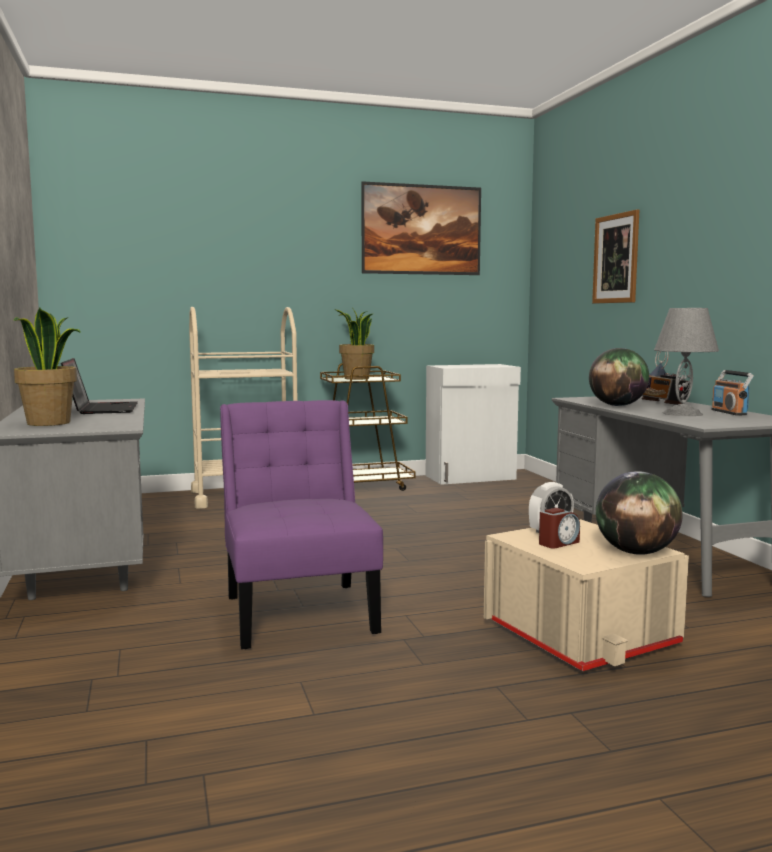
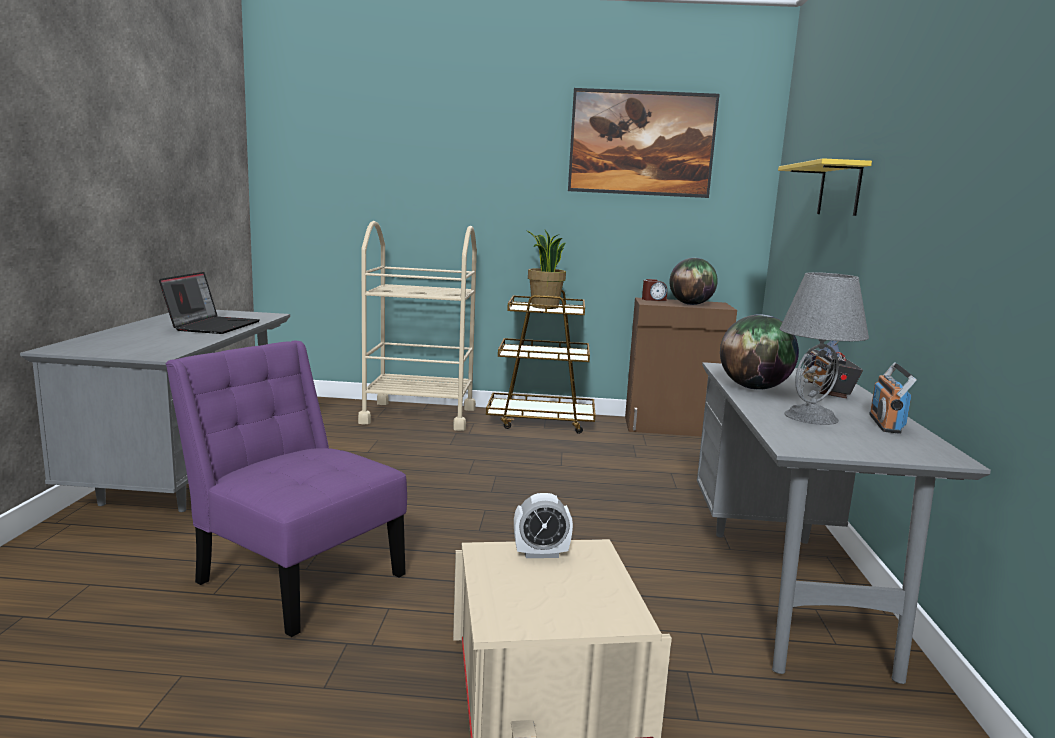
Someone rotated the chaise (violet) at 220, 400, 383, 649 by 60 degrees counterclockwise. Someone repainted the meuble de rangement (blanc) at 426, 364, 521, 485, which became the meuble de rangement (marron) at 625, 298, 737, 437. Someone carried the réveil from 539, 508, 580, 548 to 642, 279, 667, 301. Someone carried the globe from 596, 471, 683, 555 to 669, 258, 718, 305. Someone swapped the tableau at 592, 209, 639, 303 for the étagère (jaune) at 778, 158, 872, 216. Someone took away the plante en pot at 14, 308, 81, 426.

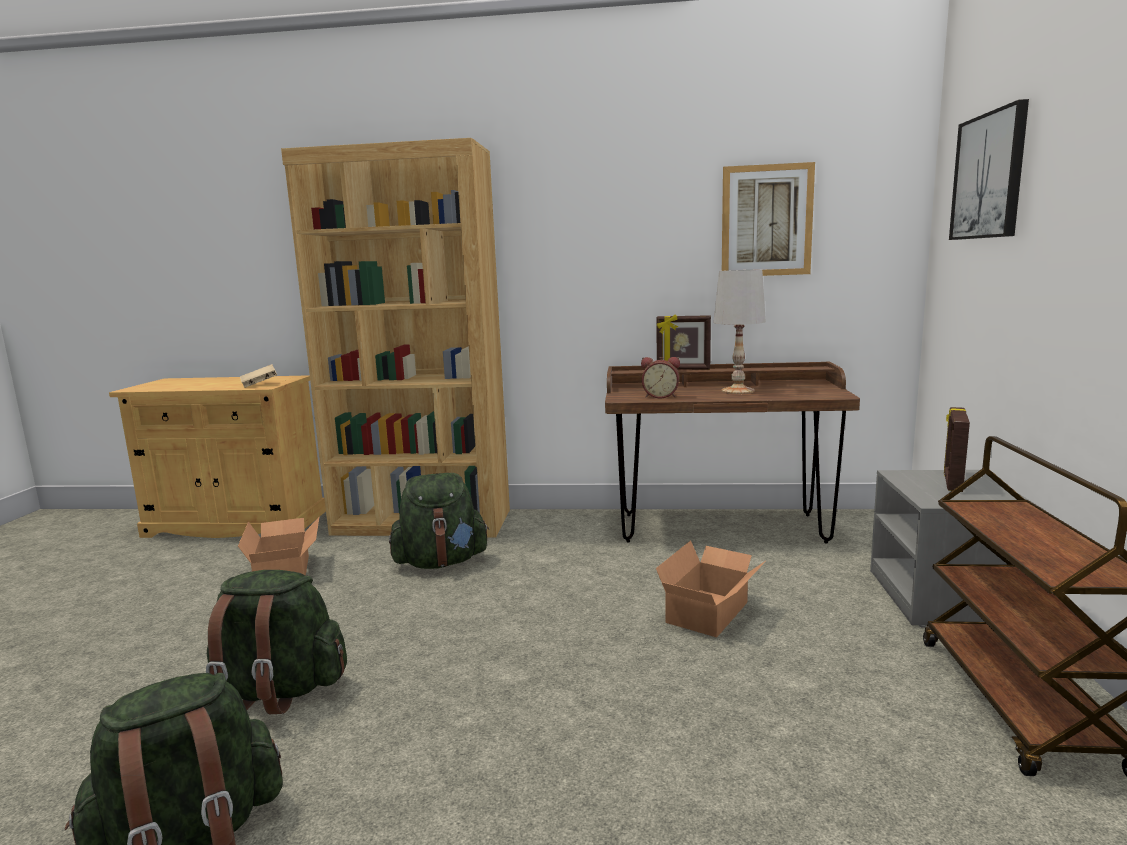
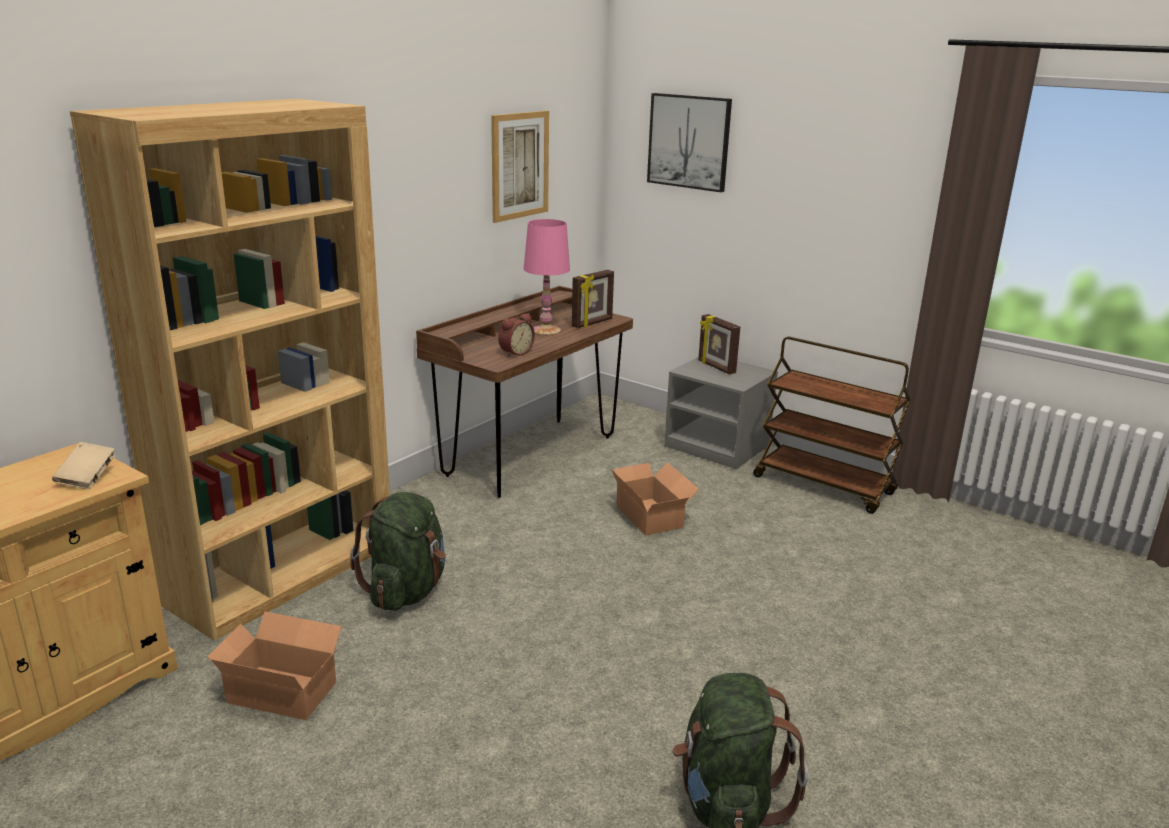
Someone repainted the lampe de table (blanc) at 714, 270, 766, 394, which became the lampe de table (rose) at 524, 219, 570, 336. Someone carried the cadre photo from 656, 315, 711, 370 to 572, 270, 614, 328. Someone took away the sac à dos (vert) at 206, 570, 347, 714.

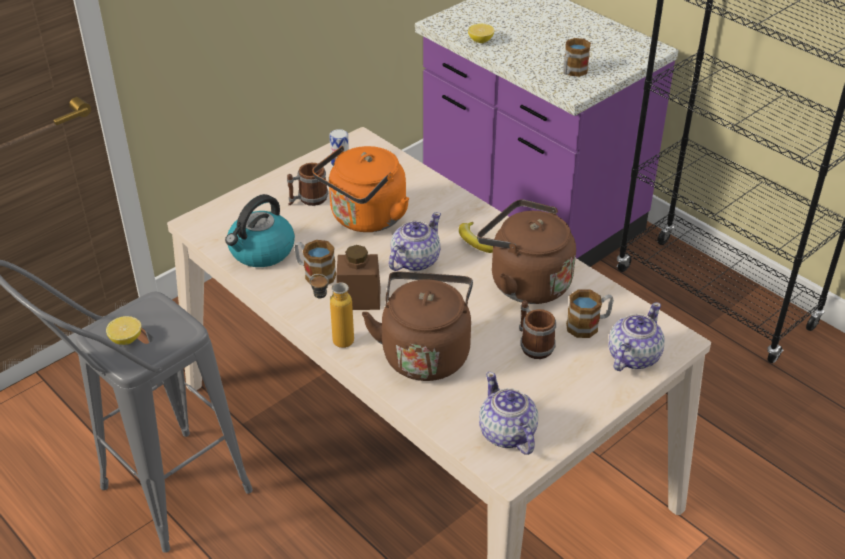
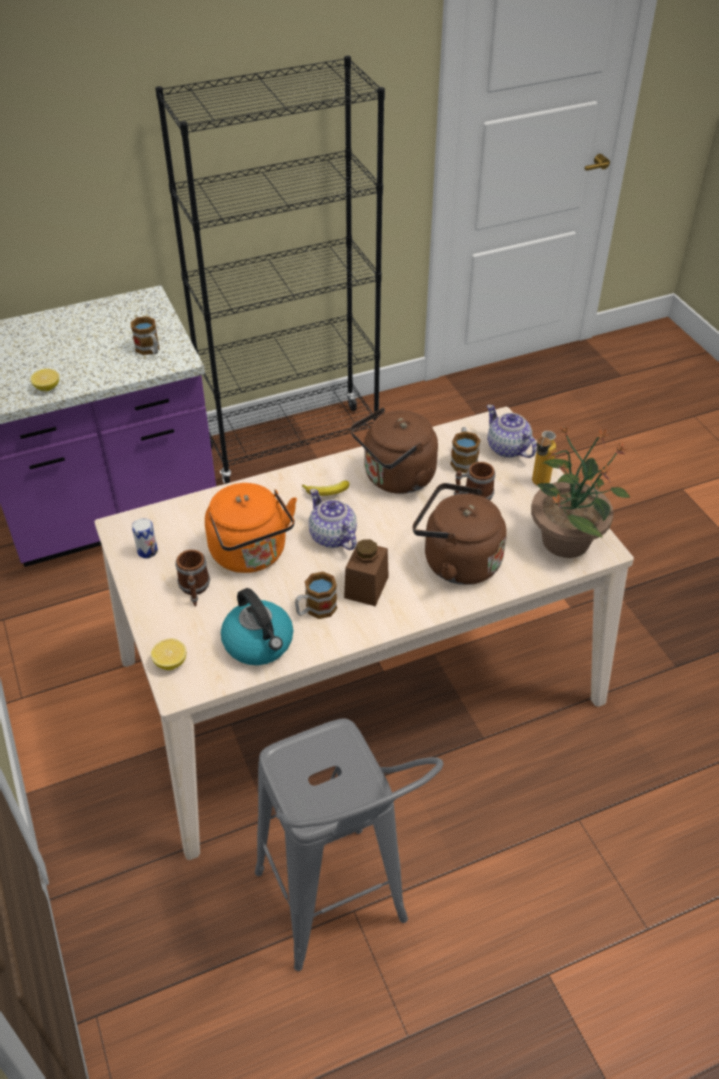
Someone carried the citron from 106, 316, 141, 345 to 151, 639, 186, 670. Someone swapped the théière at 479, 372, 538, 455 for the plante en pot at 531, 426, 630, 558. Someone carried the bouteille from 310, 274, 354, 348 to 532, 431, 556, 486.

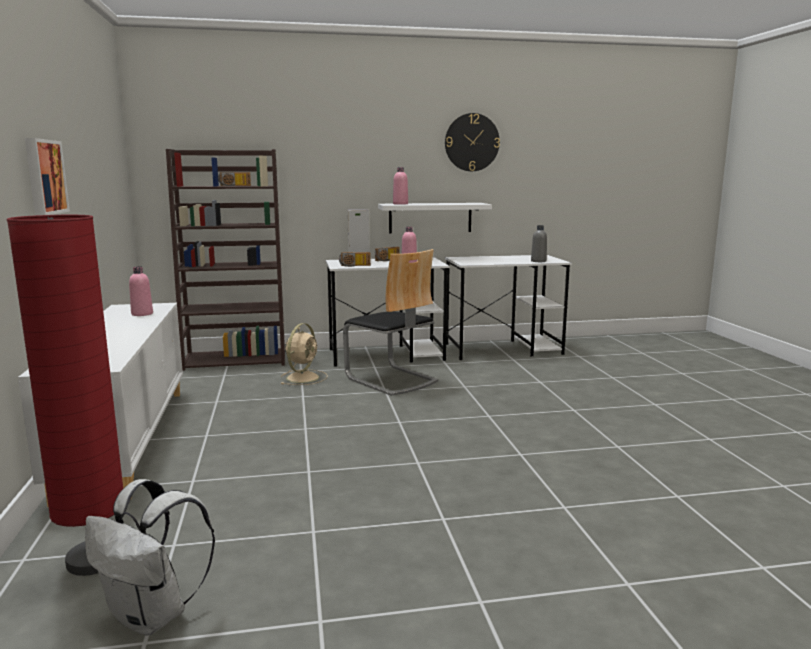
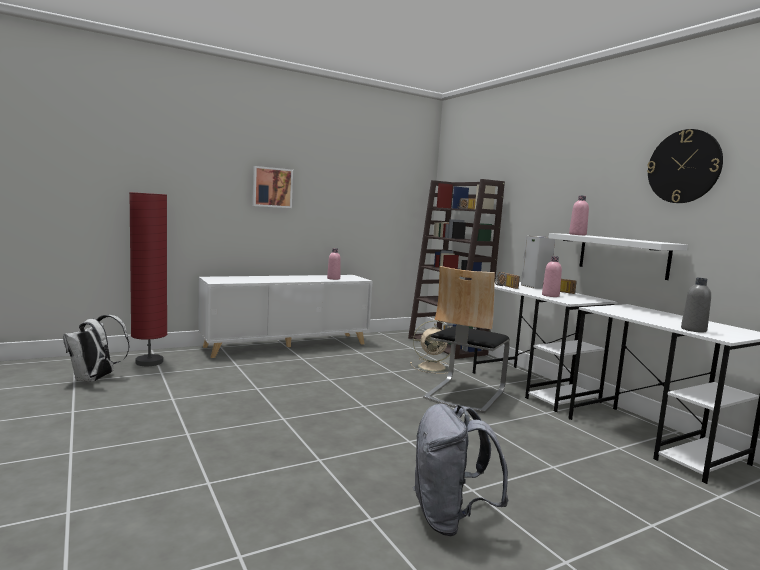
Someone put down the sac à dos (gris) at 413, 403, 508, 536.

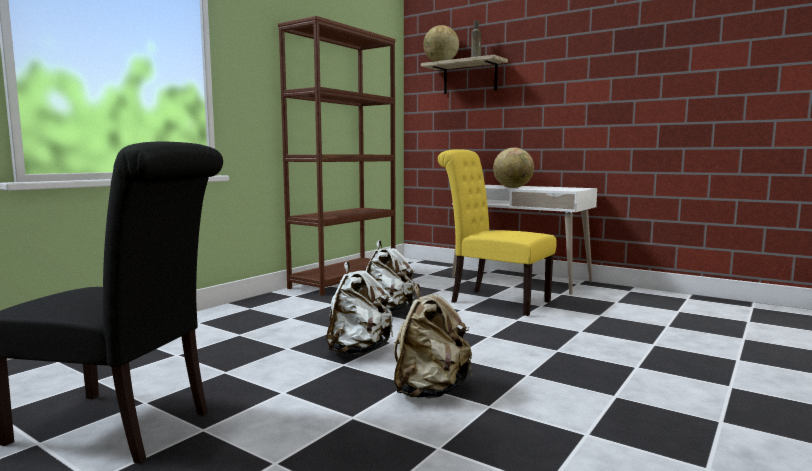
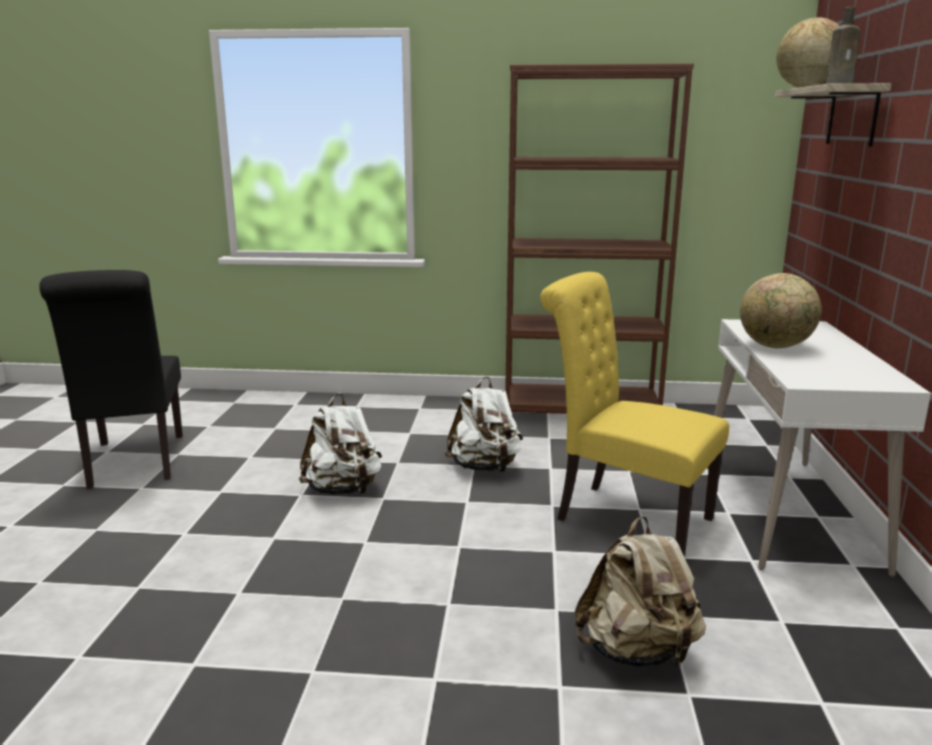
Someone rotated the chaise (jaune) at 438, 149, 557, 316 by 60 degrees counterclockwise. Someone carried the sac à dos (beige) from 394, 284, 472, 399 to 575, 516, 706, 667.

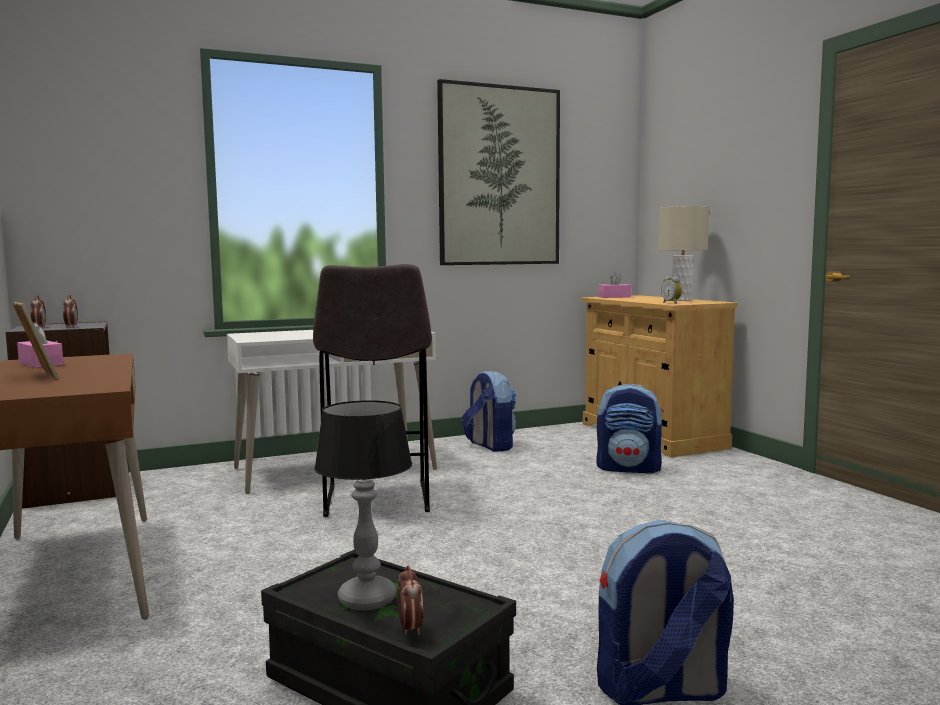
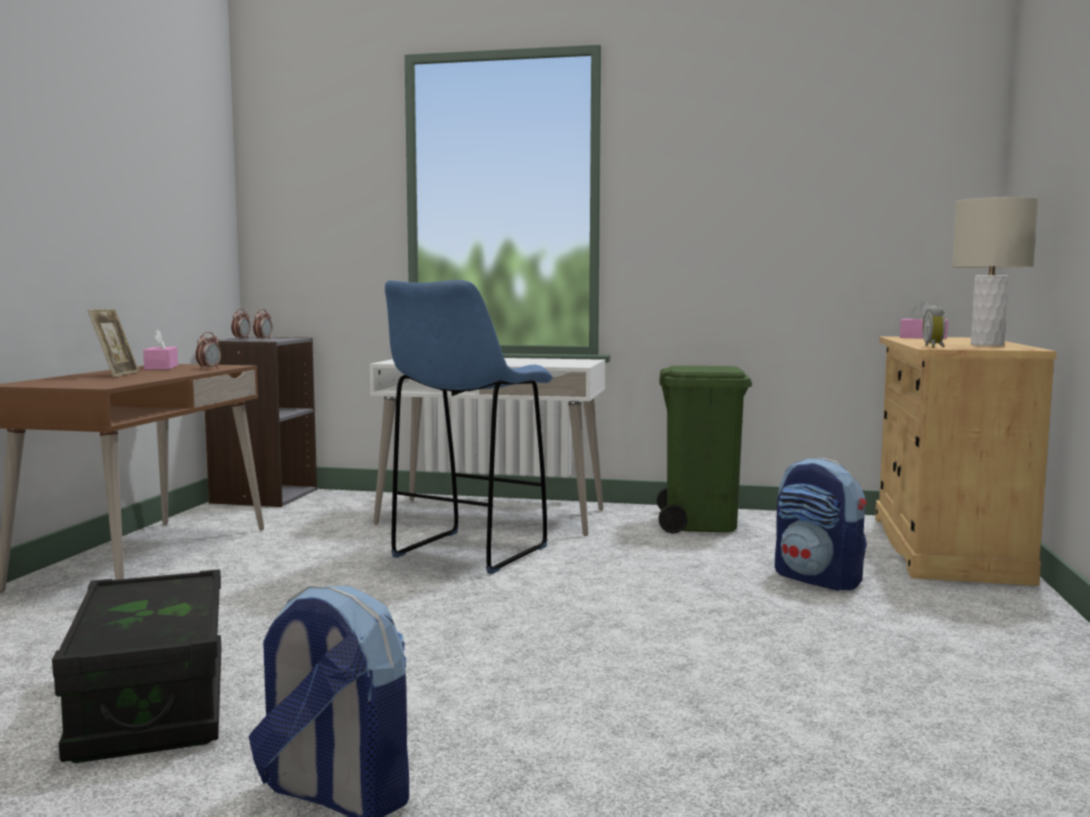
Someone carried the réveil from 397, 565, 424, 635 to 195, 332, 221, 369. Someone repainted the tabouret (gris) at 313, 264, 432, 517, which became the tabouret (bleu) at 385, 280, 553, 574. Someone swapped the sac à dos at 461, 370, 516, 452 for the poubelle (vert) at 657, 366, 752, 534. Someone took away the lampe de table at 314, 400, 412, 610. Someone took away the tableau at 437, 79, 560, 265.

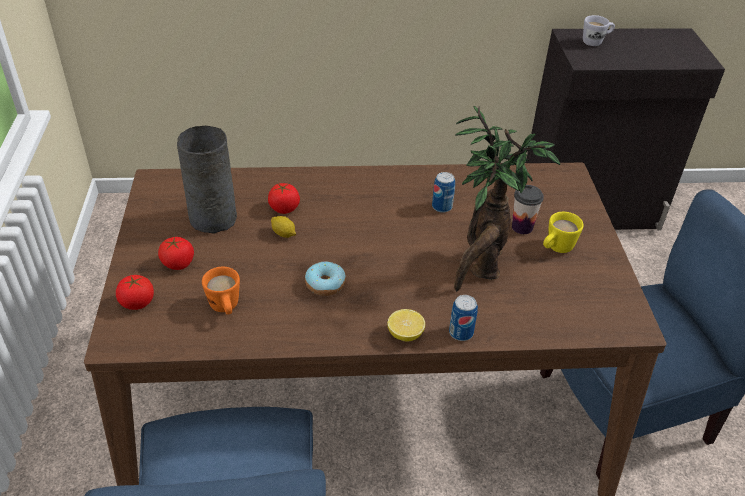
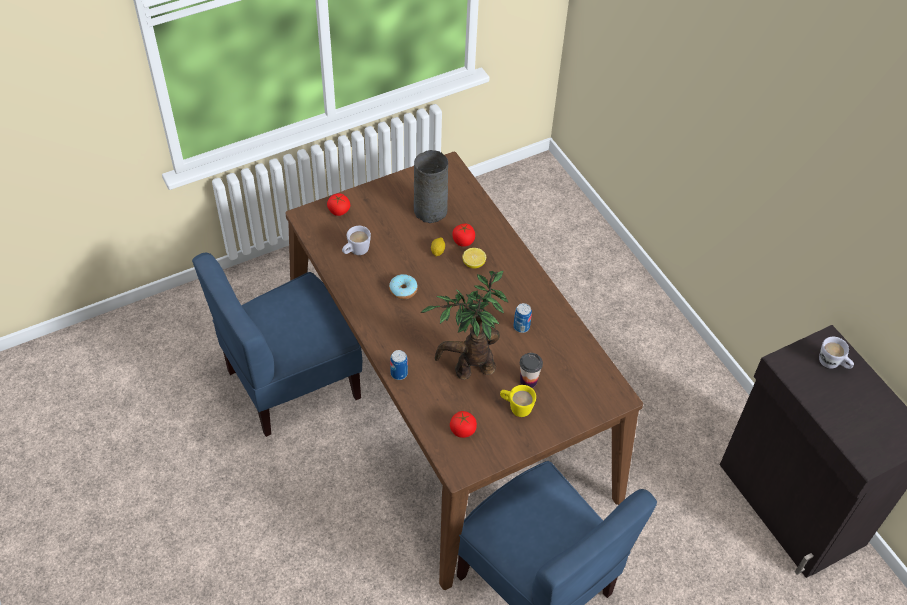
Someone repainted the mug (orange) at 202, 267, 240, 315, which became the mug (blanc) at 342, 226, 371, 255. Someone carried the tomate from 158, 237, 194, 270 to 450, 411, 477, 438. Someone carried the citron from 387, 309, 425, 341 to 462, 248, 486, 268.

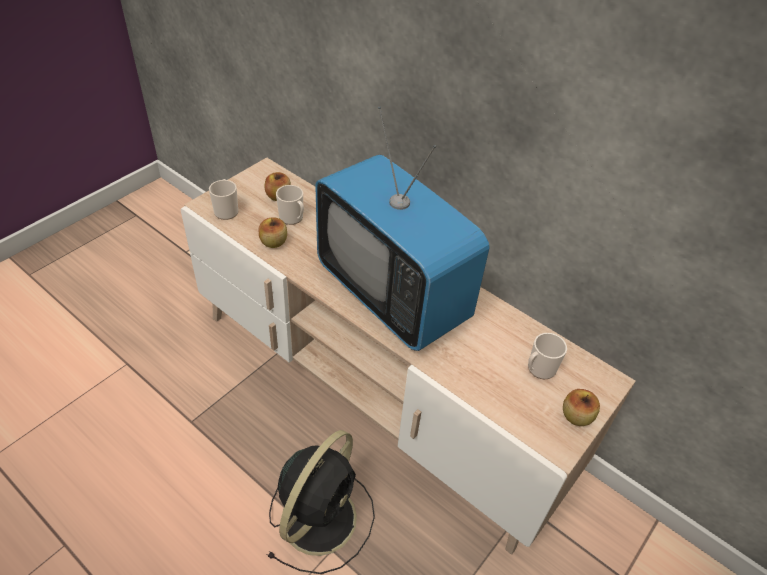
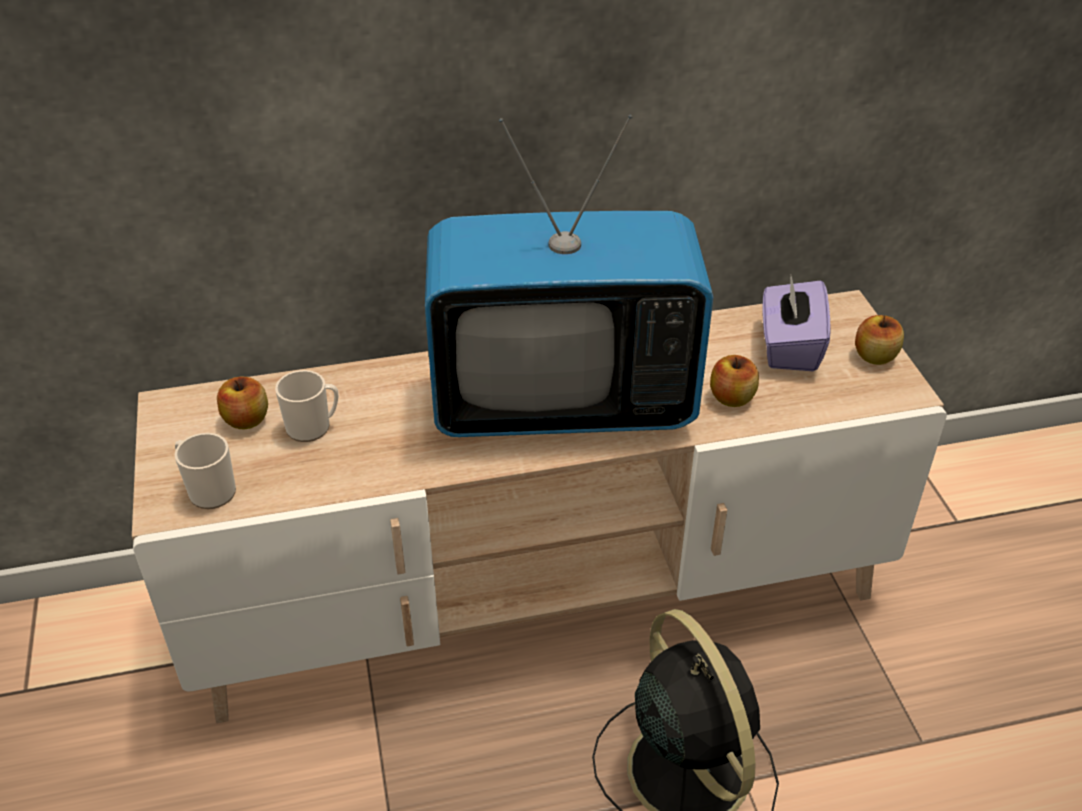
Someone carried the pomme from 259, 217, 287, 248 to 710, 355, 759, 407. Someone swapped the mug at 528, 333, 567, 379 for the boîte à mouchoirs (violet) at 763, 276, 831, 371.

